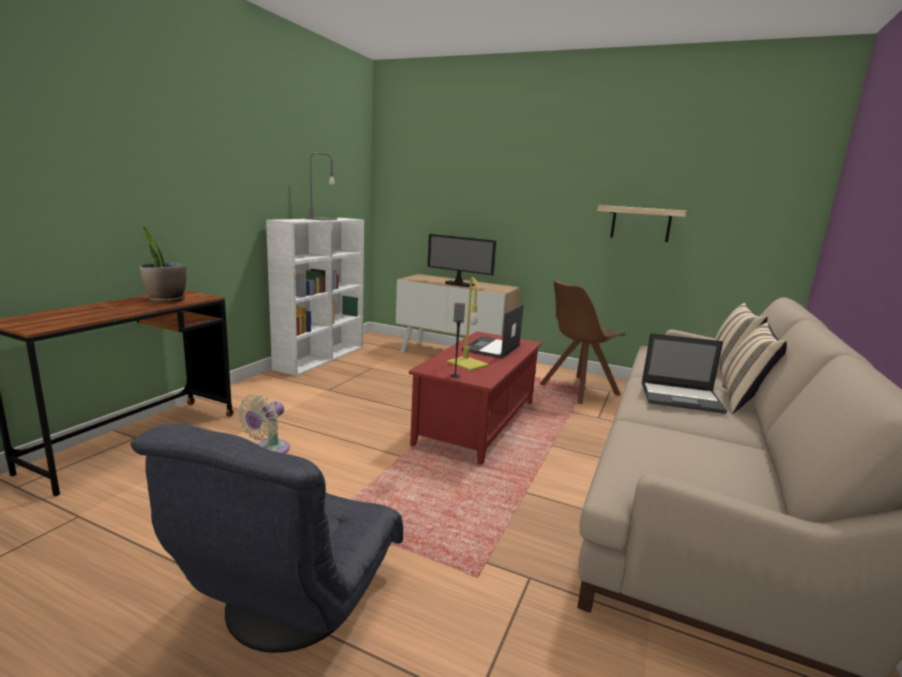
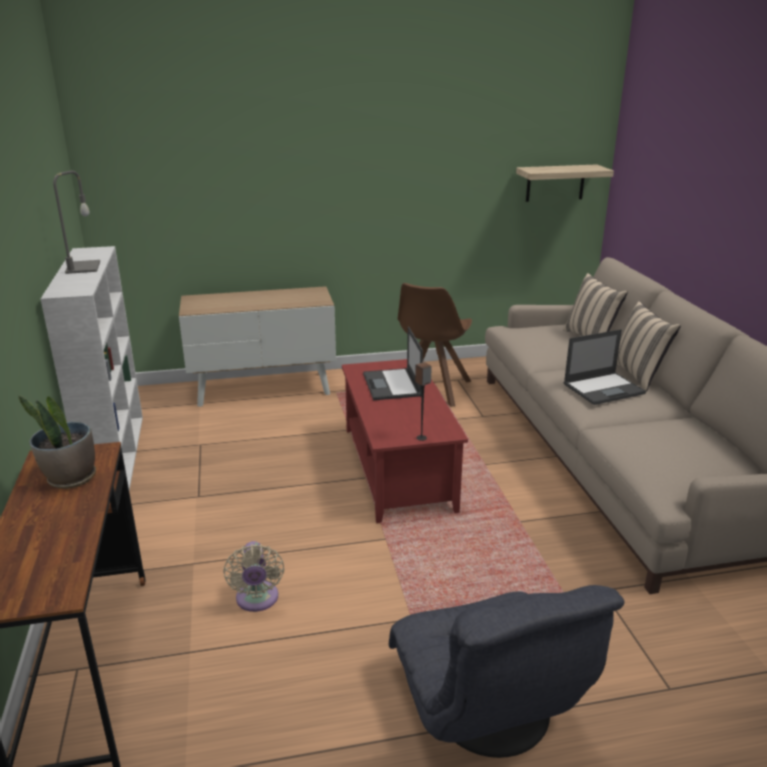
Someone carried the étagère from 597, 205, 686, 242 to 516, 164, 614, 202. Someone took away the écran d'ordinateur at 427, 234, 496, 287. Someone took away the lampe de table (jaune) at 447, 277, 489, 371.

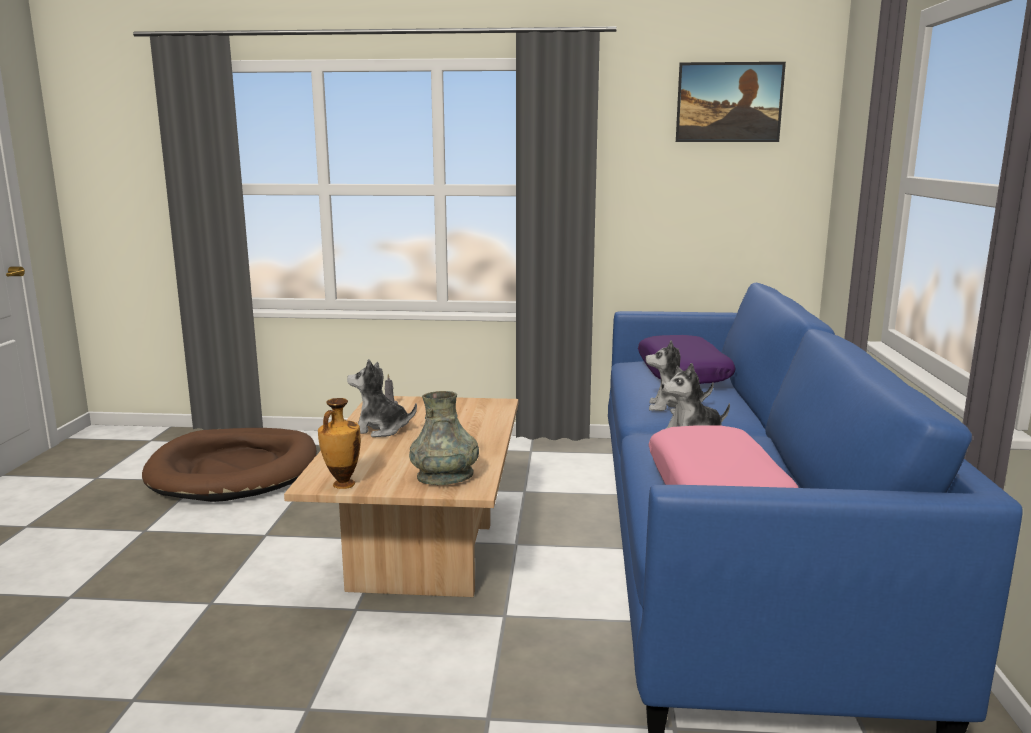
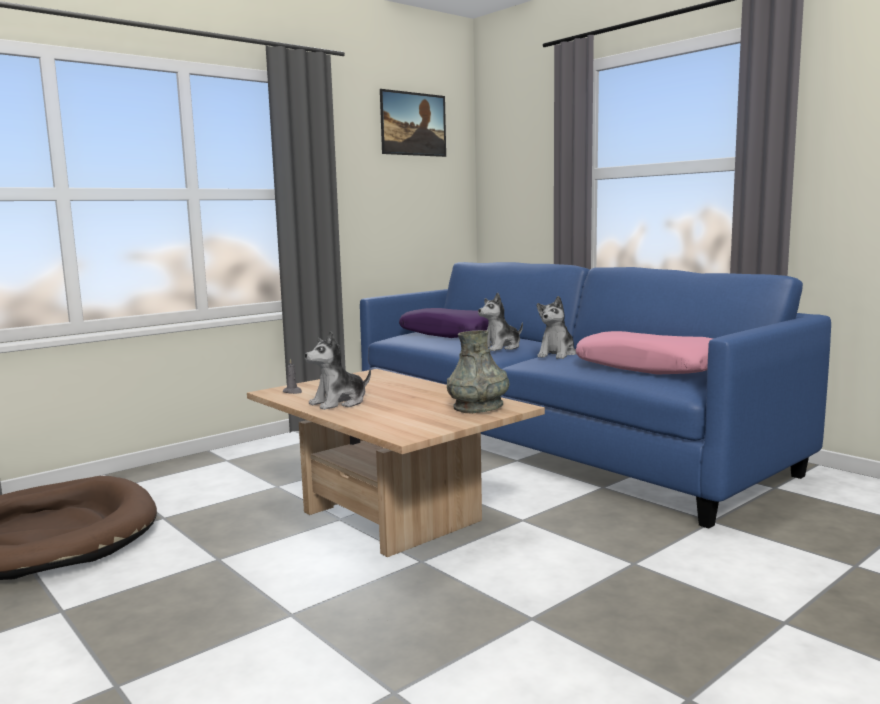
Someone took away the vase at 318, 398, 361, 489.

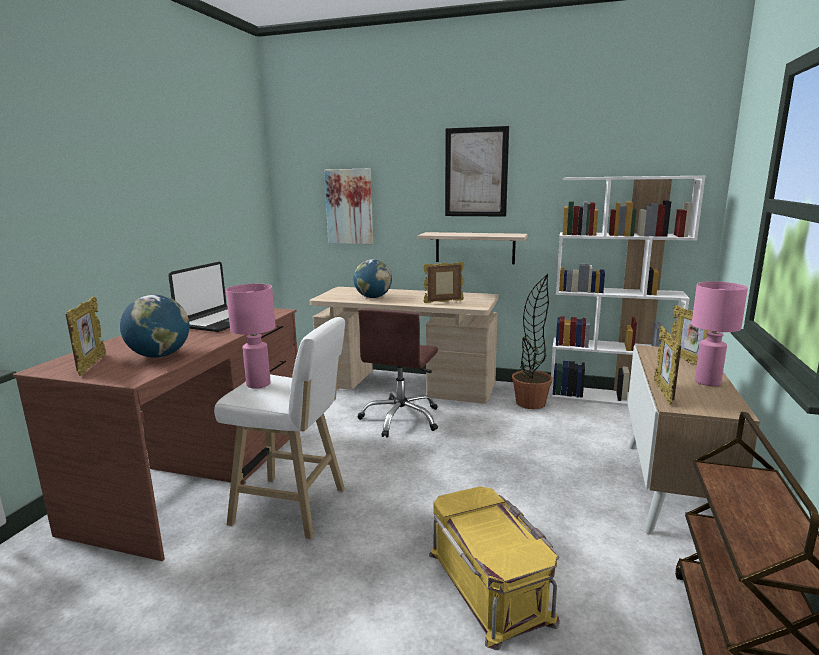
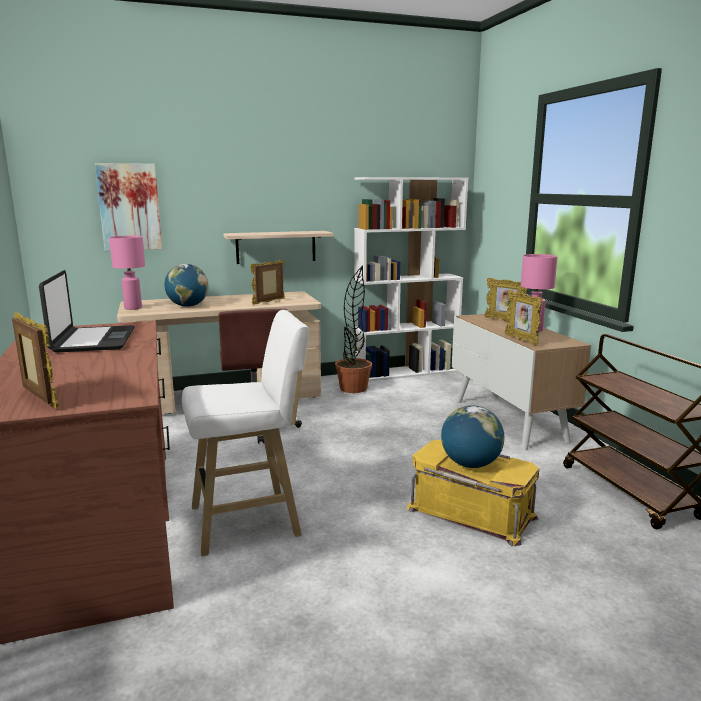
Someone carried the lampe de table (rose) from 226, 284, 276, 389 to 109, 236, 145, 310. Someone carried the globe from 120, 295, 190, 358 to 441, 405, 504, 468. Someone took away the tableau at 445, 126, 509, 216.

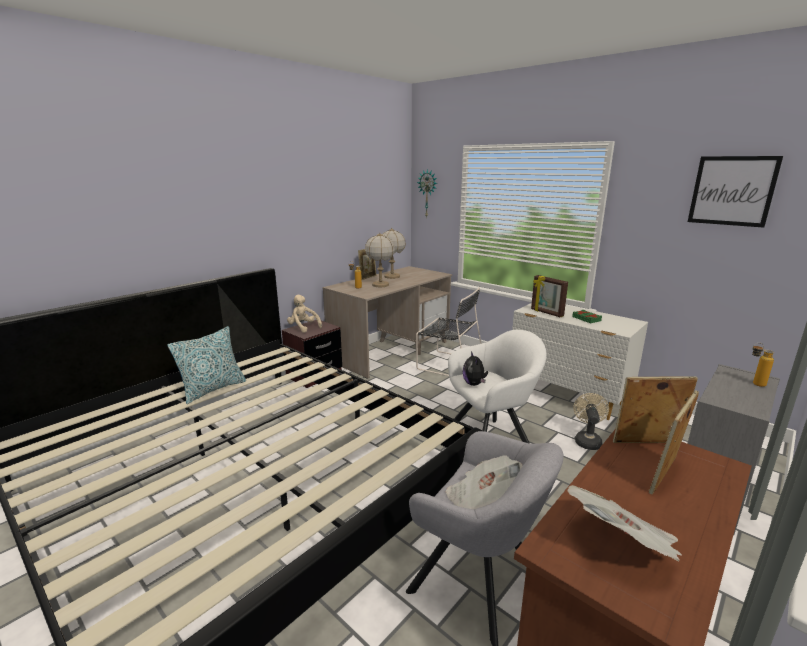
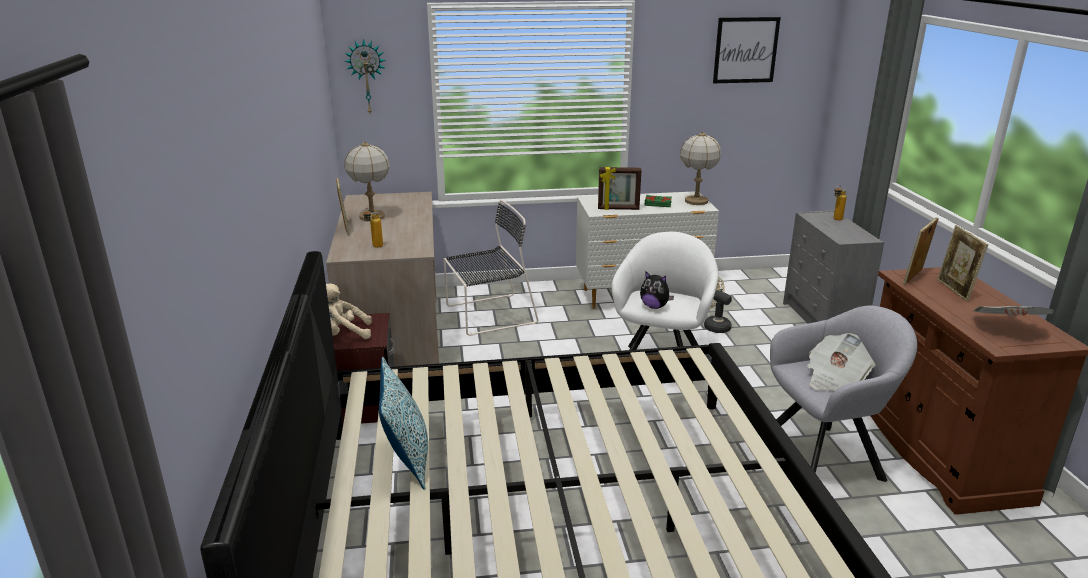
Someone carried the lampe de table from 365, 233, 395, 287 to 680, 131, 721, 205.

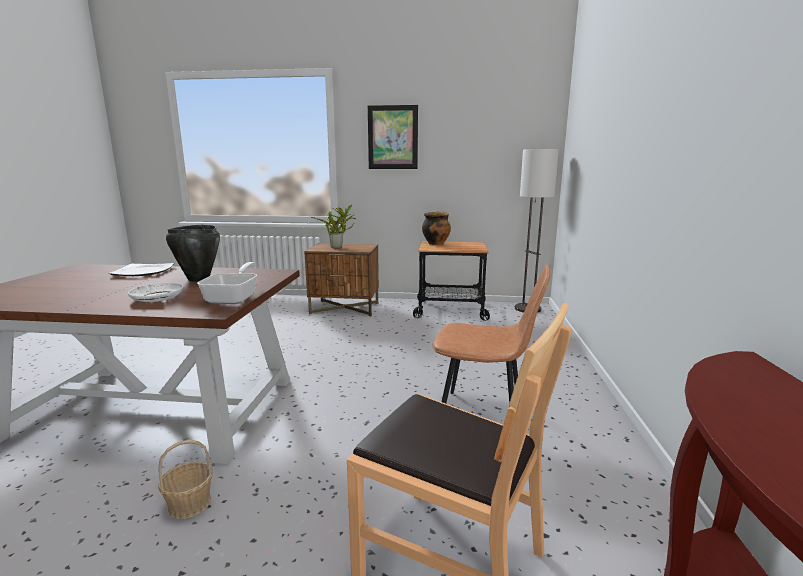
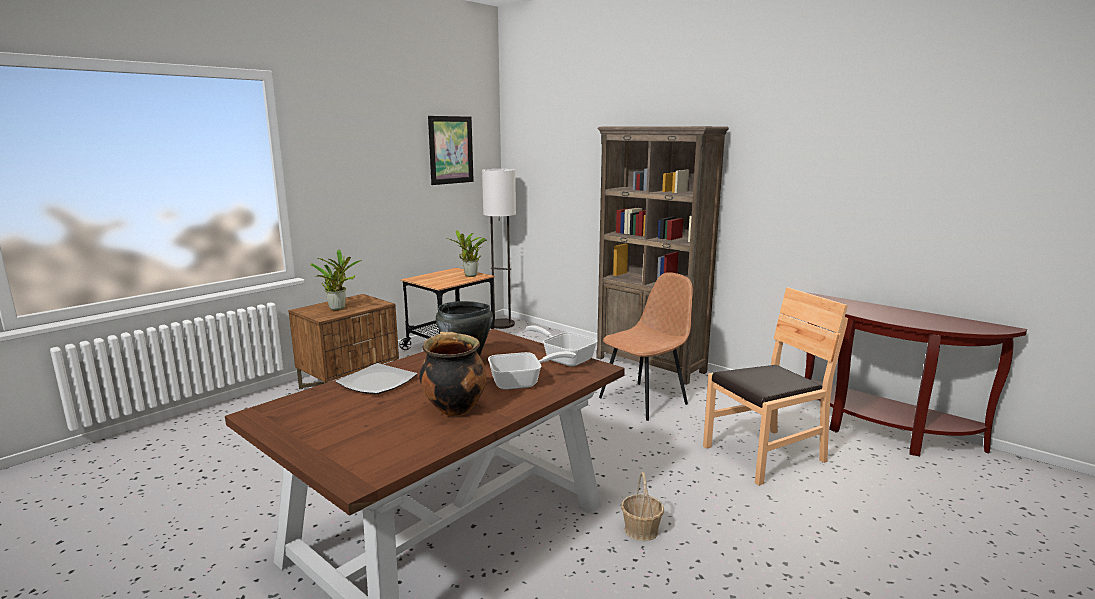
Someone carried the marmite from 422, 212, 451, 245 to 419, 332, 487, 416. Someone carried the tableau from 368, 105, 418, 169 to 428, 116, 474, 185. Someone put down the plante en pot at 446, 230, 487, 277. Someone swapped the assiette (blanc) at 128, 283, 183, 302 for the poêle at 488, 351, 576, 390. Someone put down the bibliothèque (marron) at 596, 126, 729, 385.

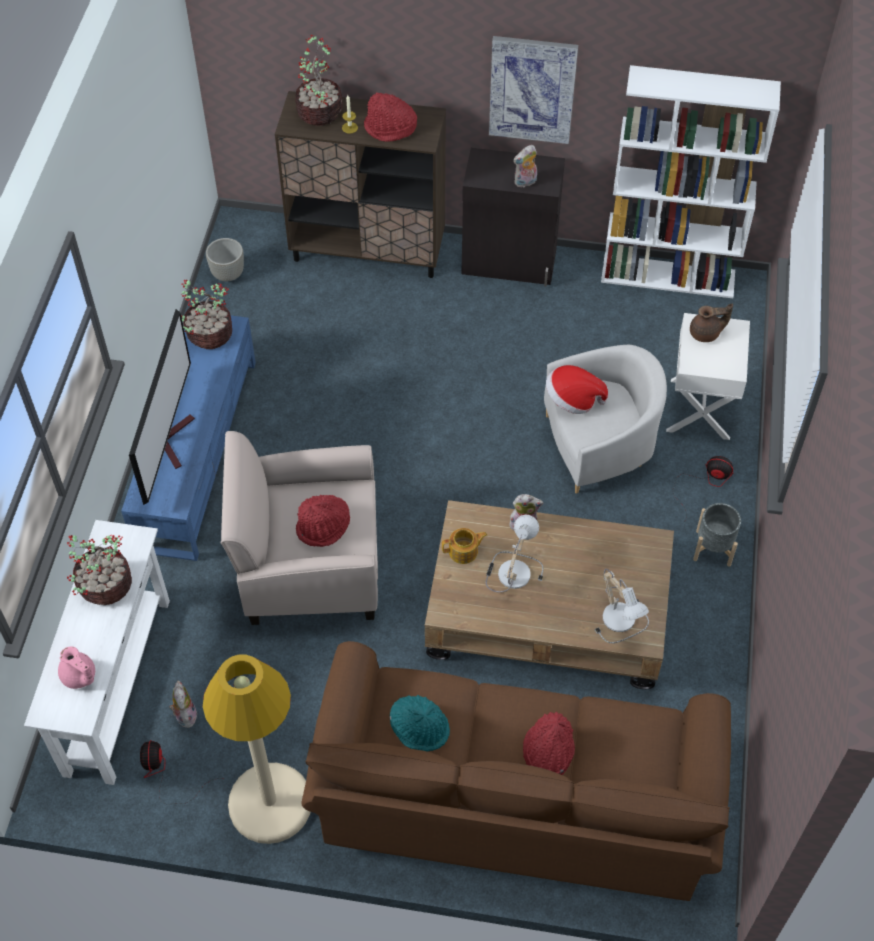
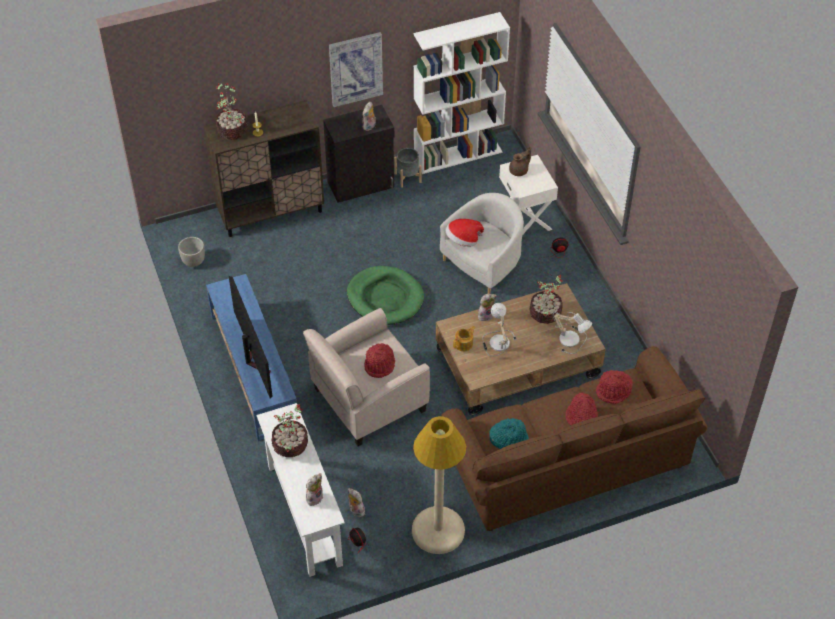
Someone swapped the théière (rose) at 58, 647, 95, 689 for the peluche at 306, 473, 323, 506. Someone put down the panier pour chien (vert) at 347, 266, 424, 325. Someone carried the cache-pot (gris) from 693, 503, 741, 567 to 394, 148, 422, 188. Someone carried the plante en pot from 181, 280, 232, 349 to 529, 275, 563, 324. Someone carried the chapeau (rouge) from 364, 93, 417, 142 to 596, 370, 633, 404.

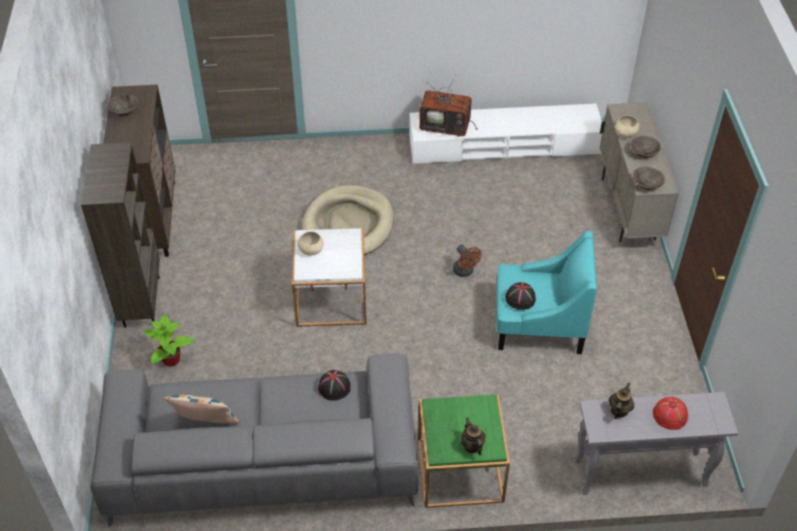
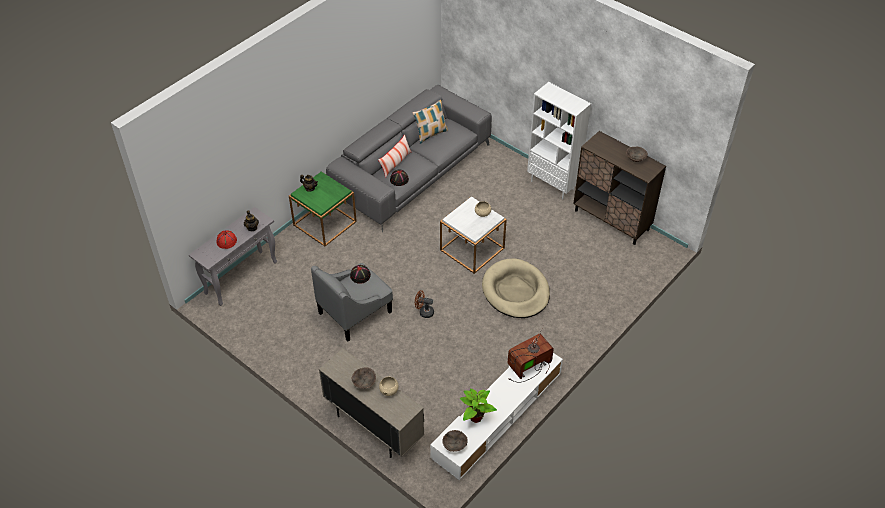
Someone repainted the fauteuil (turquoise) at 496, 231, 597, 354, which became the fauteuil (gris) at 311, 263, 393, 342. Someone put down the coussin at 378, 135, 411, 178. Someone carried the bol (marron) from 633, 167, 665, 190 to 442, 430, 468, 452. Someone carried the plante en pot from 143, 314, 196, 367 to 459, 389, 497, 423. Someone repainted the bibliothèque (marron) at 81, 142, 160, 328, which became the bibliothèque (blanc) at 527, 82, 591, 200.

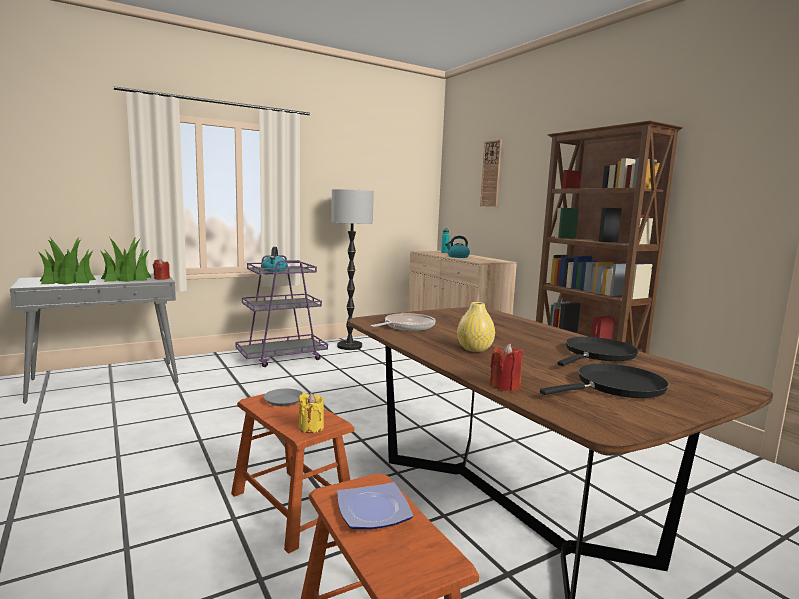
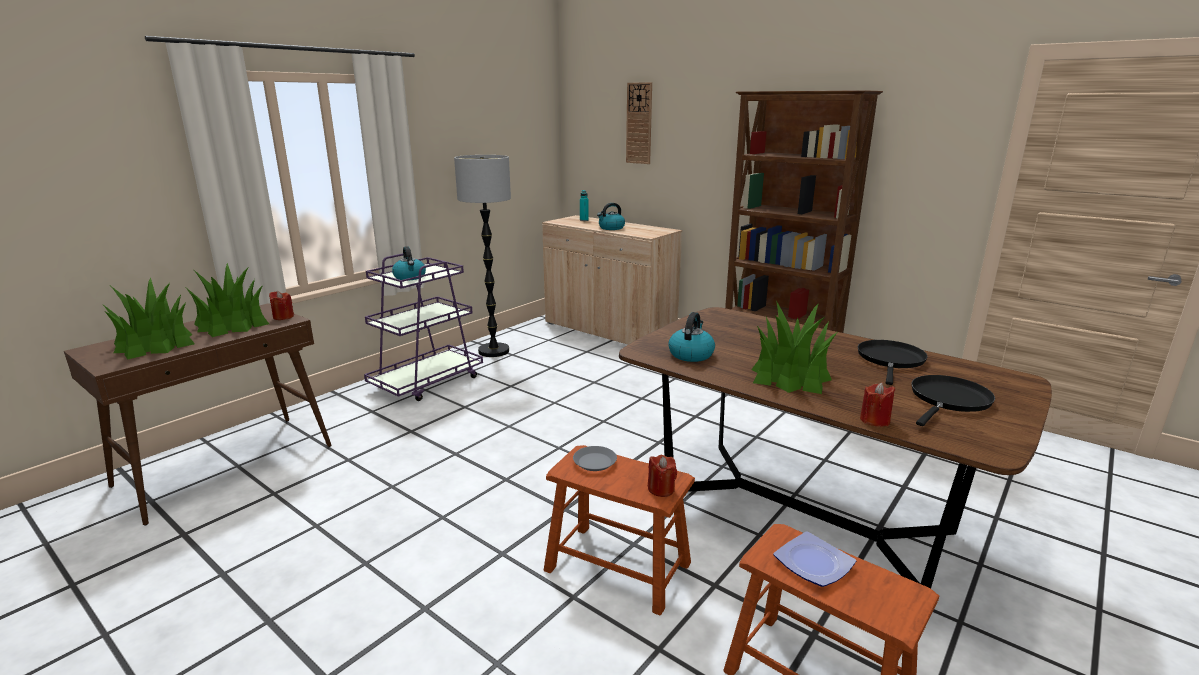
Someone repainted the table console (gris) at 10, 274, 179, 404, which became the table console (marron) at 64, 303, 331, 525. Someone repainted the bougie (jaune) at 299, 393, 324, 433, which became the bougie (rouge) at 648, 455, 677, 497. Someone swapped the poêle at 371, 313, 435, 331 for the bouilloire at 668, 312, 715, 362. Someone swapped the vase (jaune) at 457, 302, 495, 352 for the plante en pot at 751, 301, 837, 394.

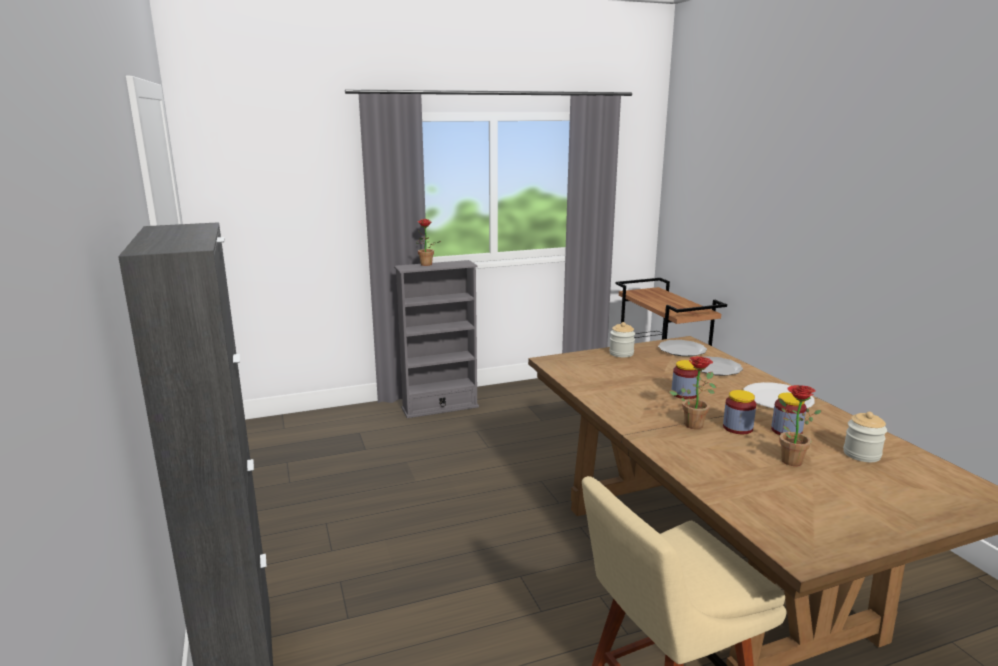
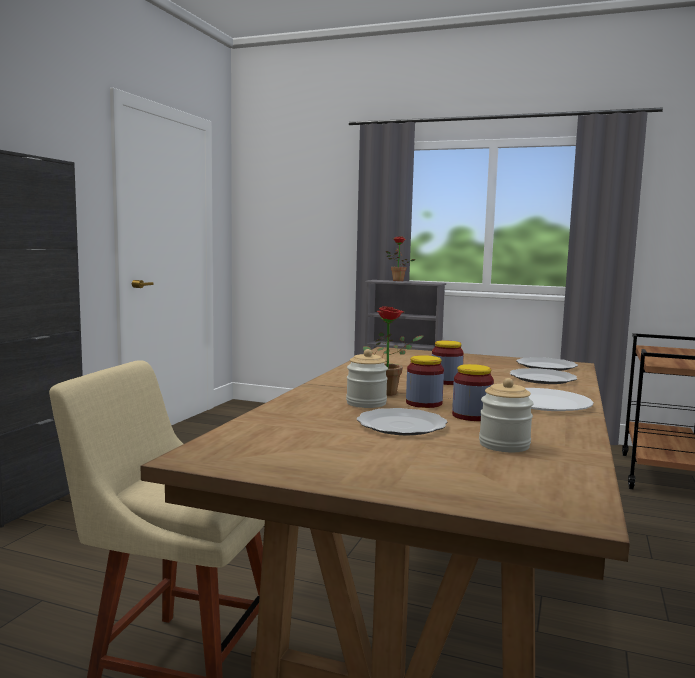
Someone carried the bocal from 609, 322, 635, 358 to 346, 349, 388, 408. Someone swapped the plante en pot at 779, 385, 822, 466 for the assiette at 357, 408, 447, 435.

